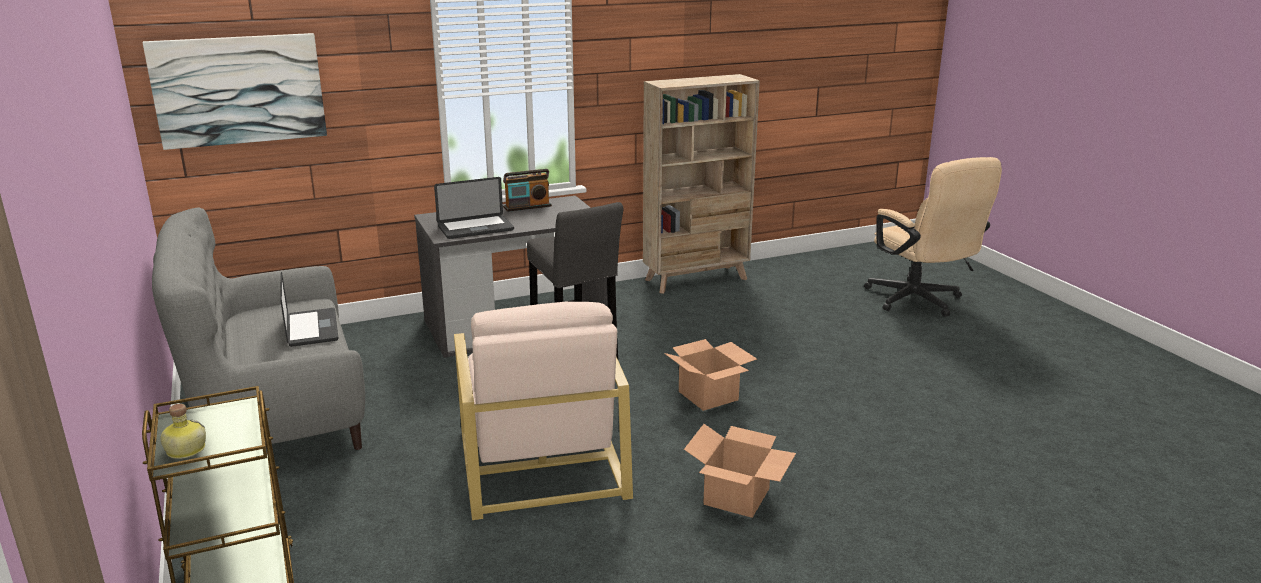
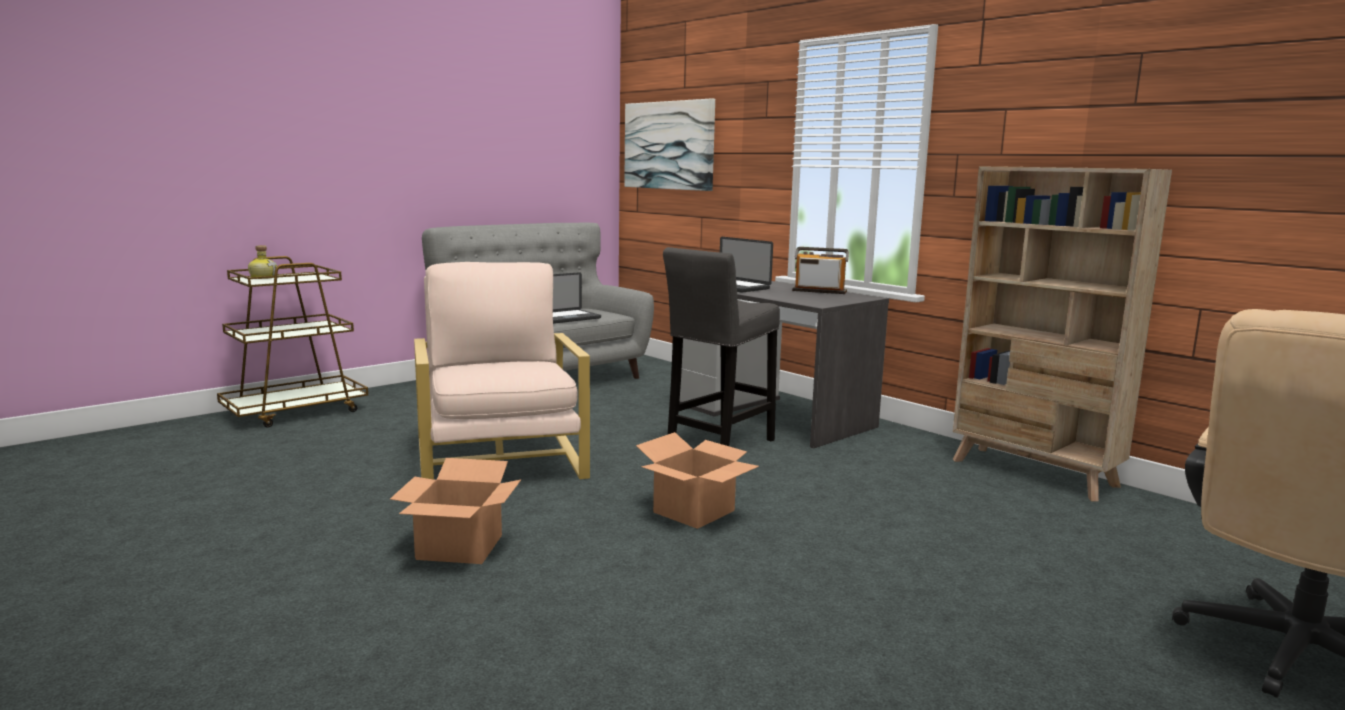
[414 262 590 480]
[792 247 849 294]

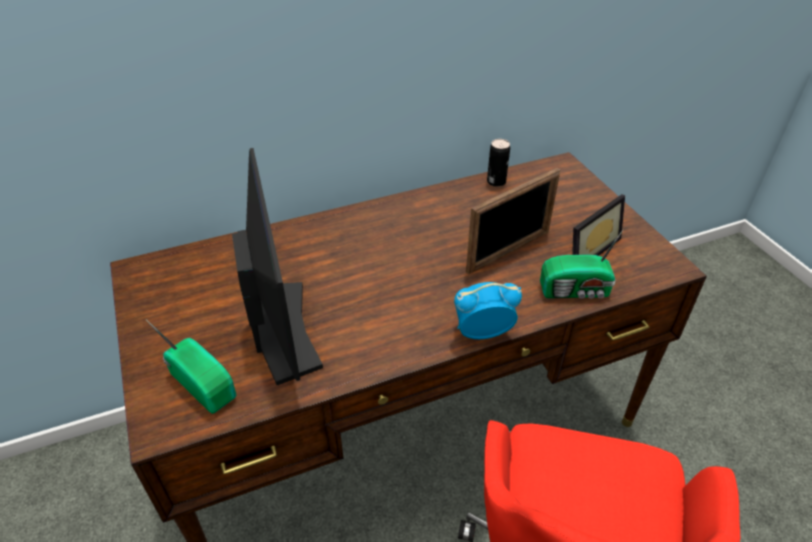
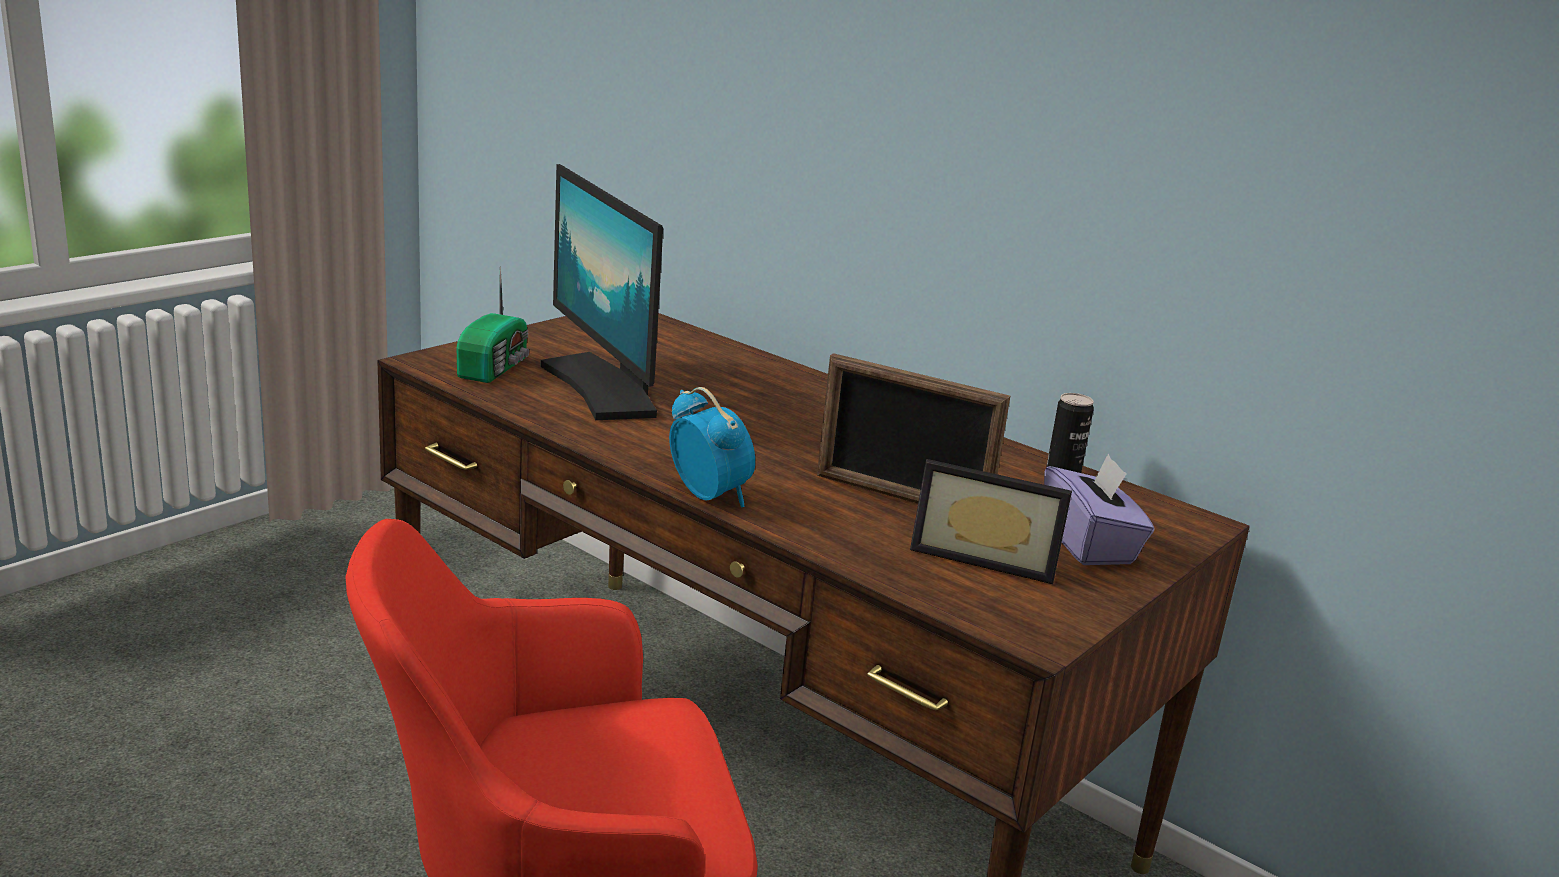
[540 164 663 420]
[540 229 624 299] (first image)
[1044 454 1154 565]

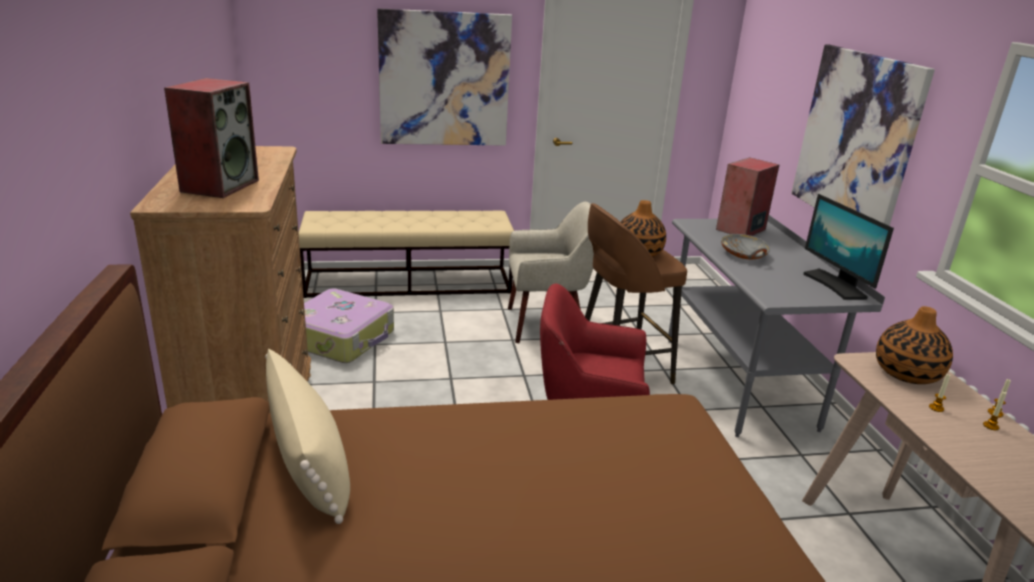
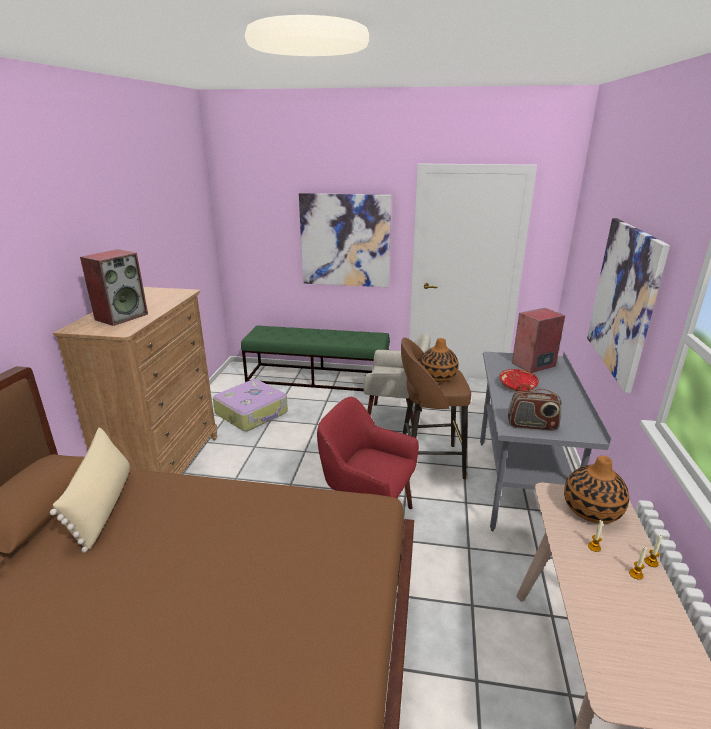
[241 326 390 391]
[499 369 539 391]
[803 194 894 300] (first image)
[508 389 562 431]

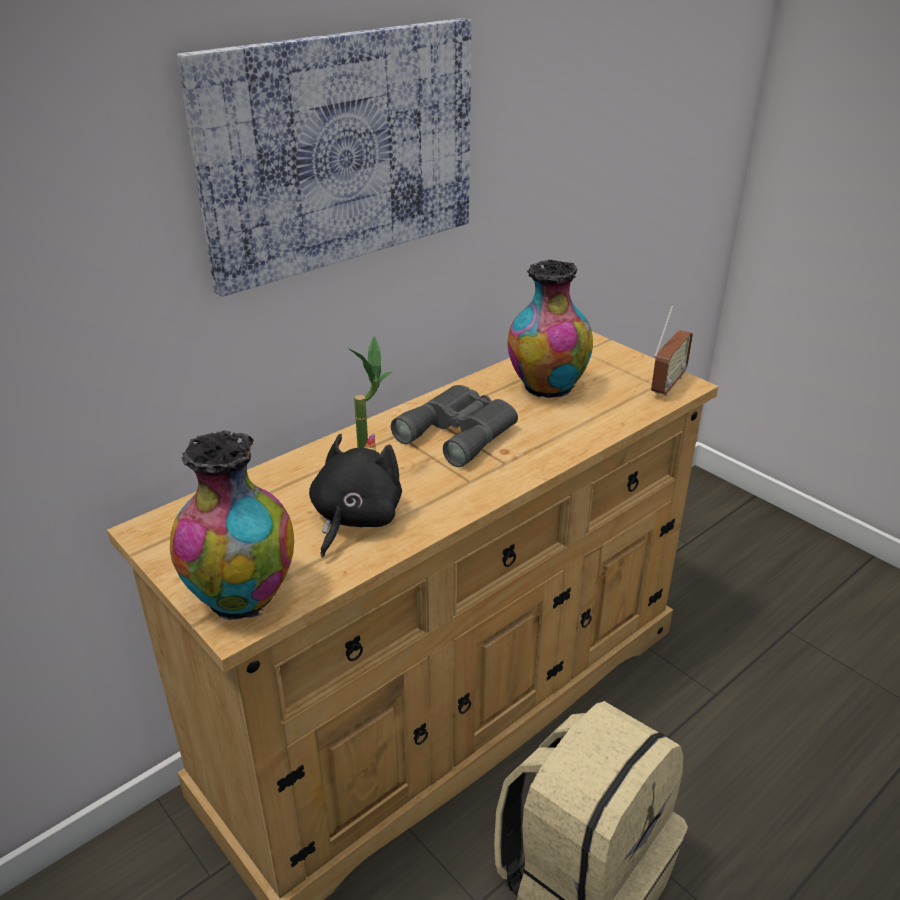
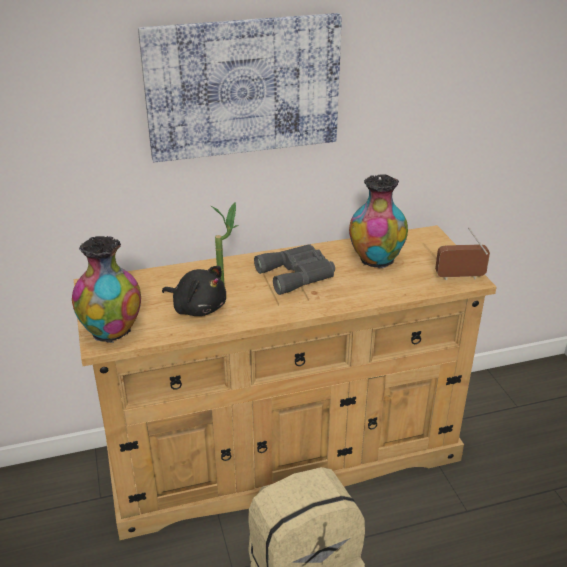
[162 266 226 316]
[435 227 490 280]

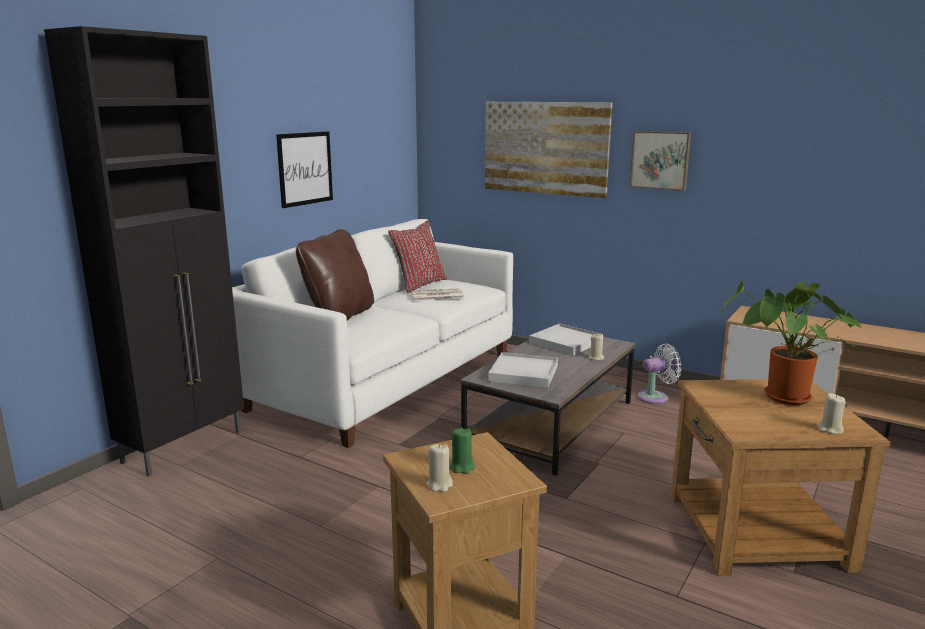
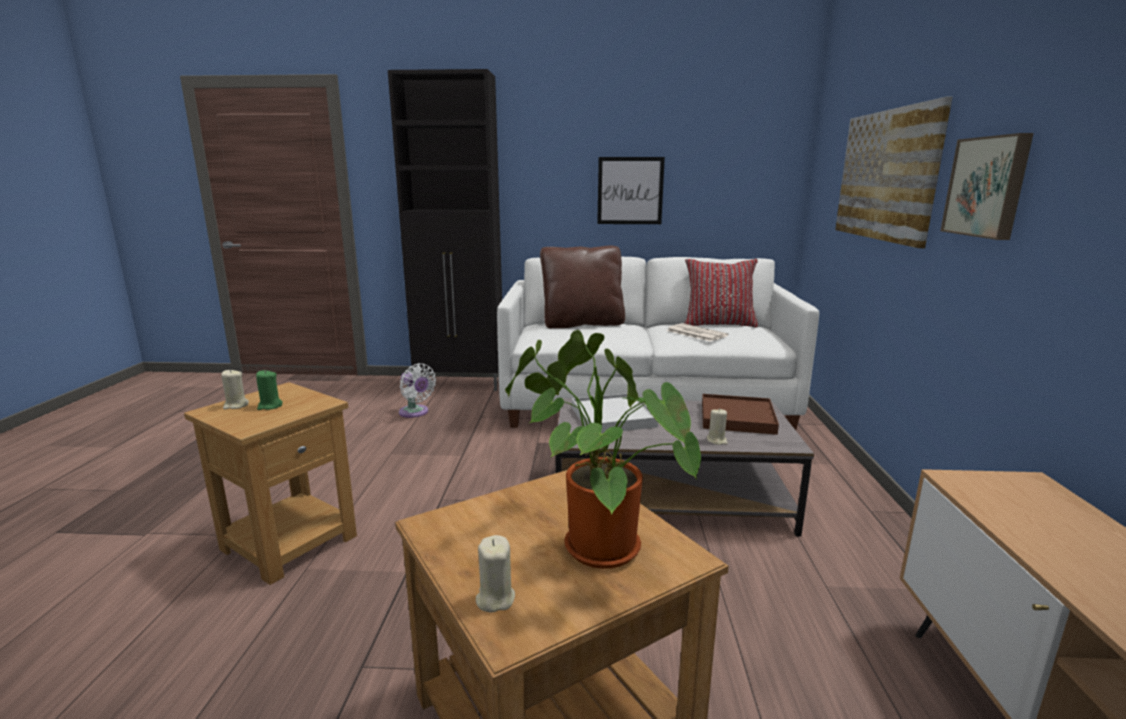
[702 394 779 435]
[399 363 436 418]

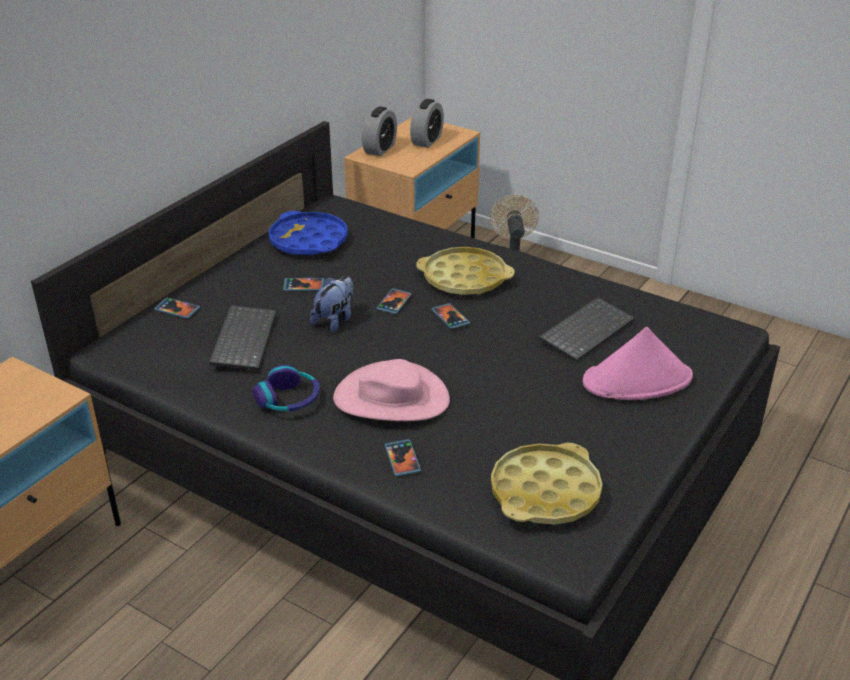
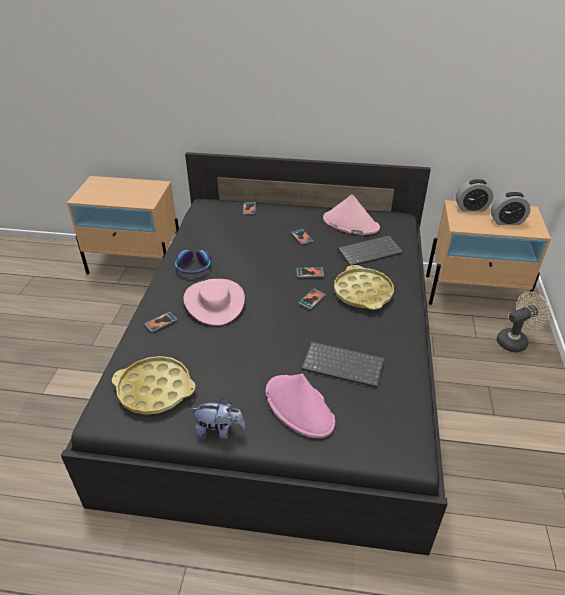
[338 235 403 266]
[323 194 380 235]
[190 399 245 439]

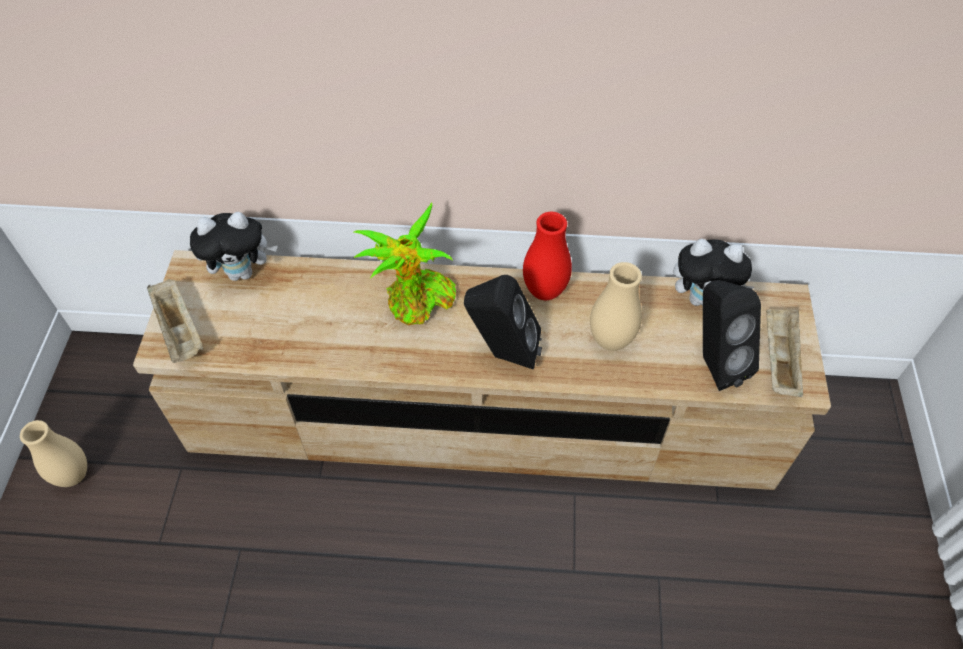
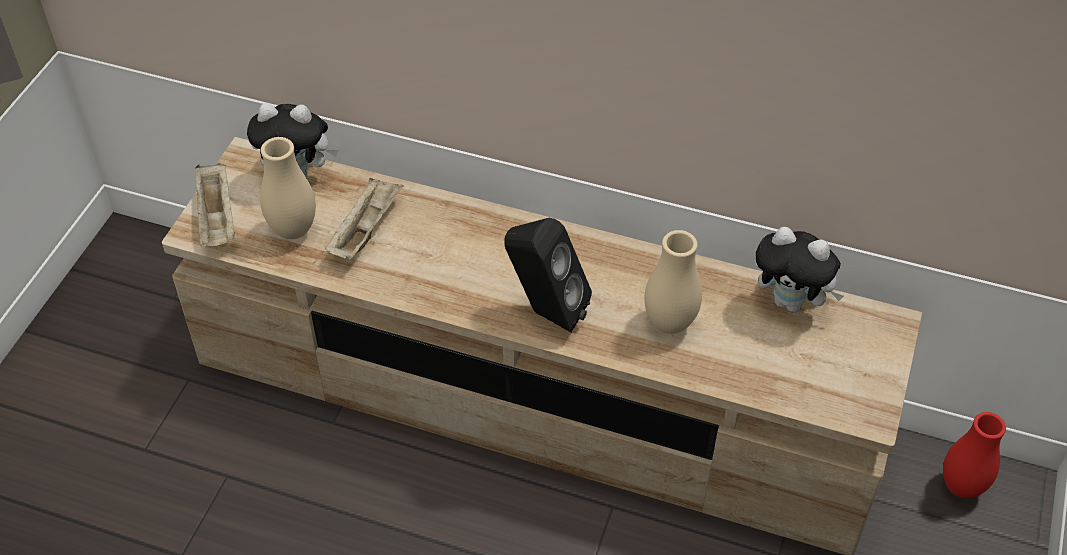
[260 137 316 239]
[353 202 456 325] (first image)
[943 412 1006 498]
[703 280 761 391] (first image)
[325 178 403 260]

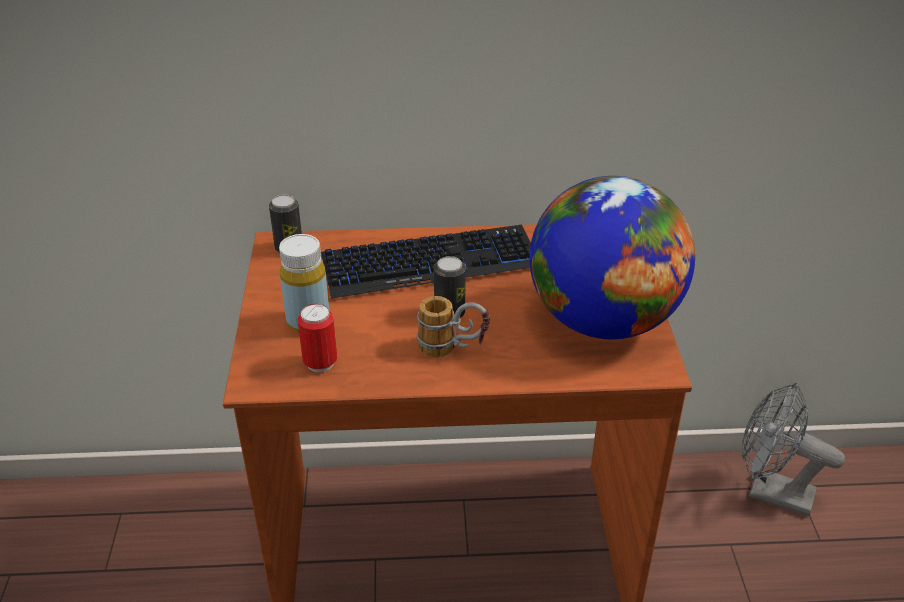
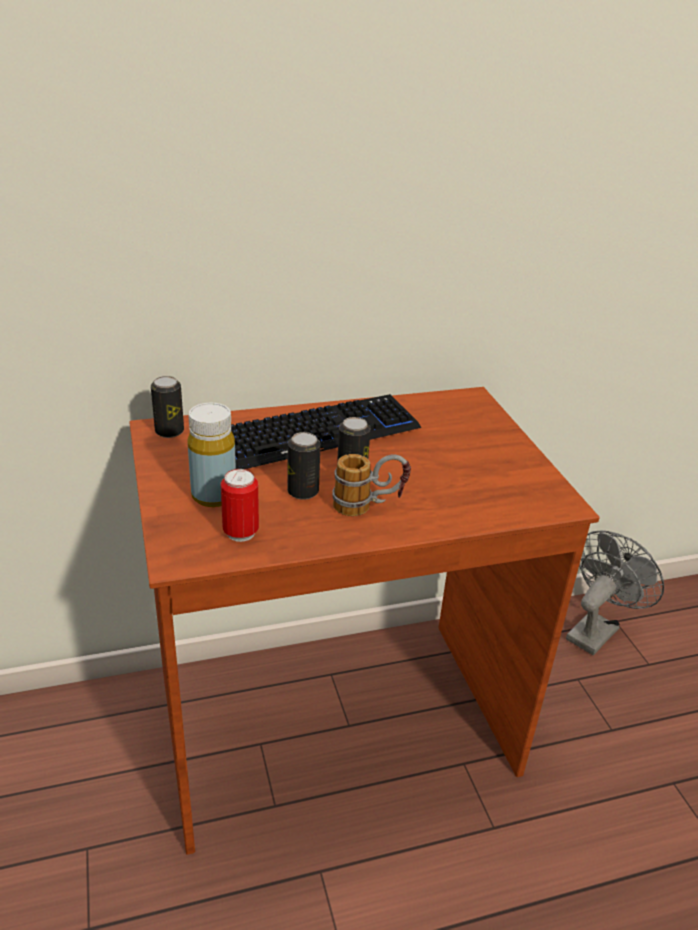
[529 176 695 339] (first image)
[566 531 664 655]
[287 432 321 500]

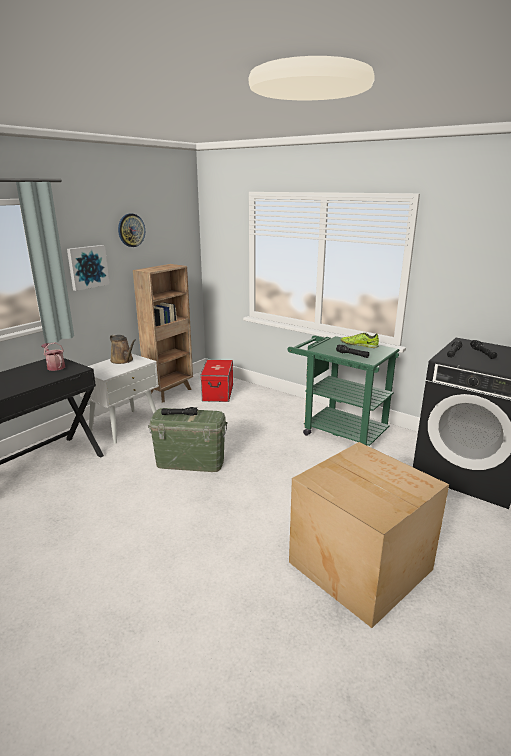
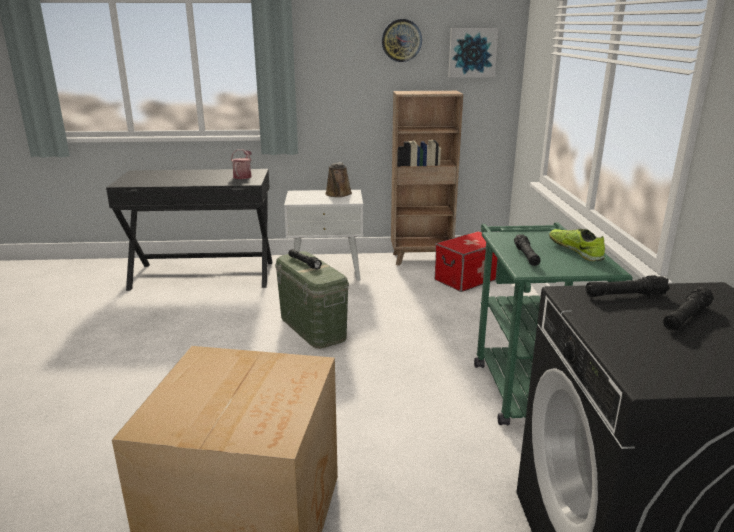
[448 28 499 78]

